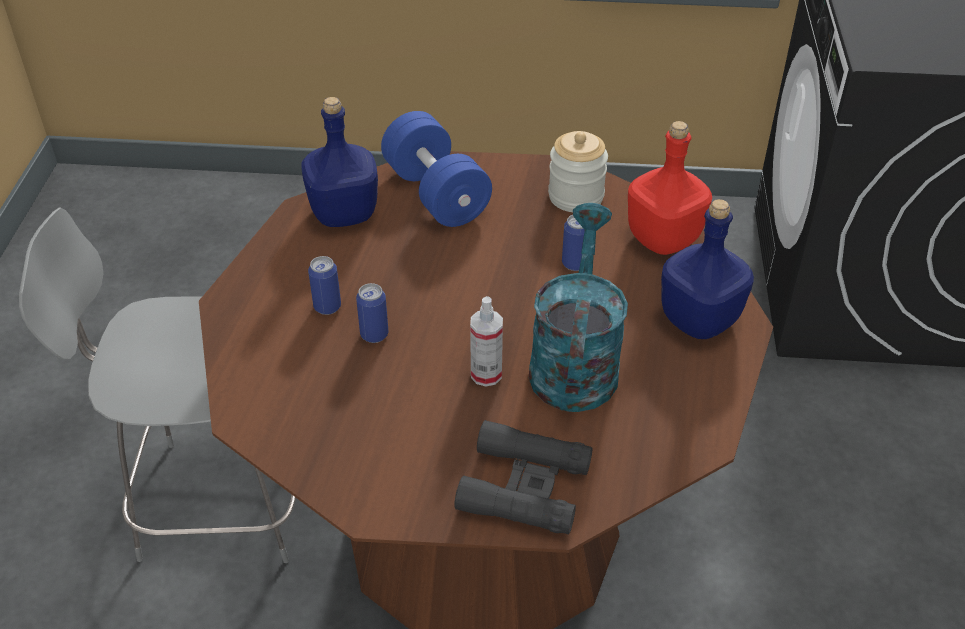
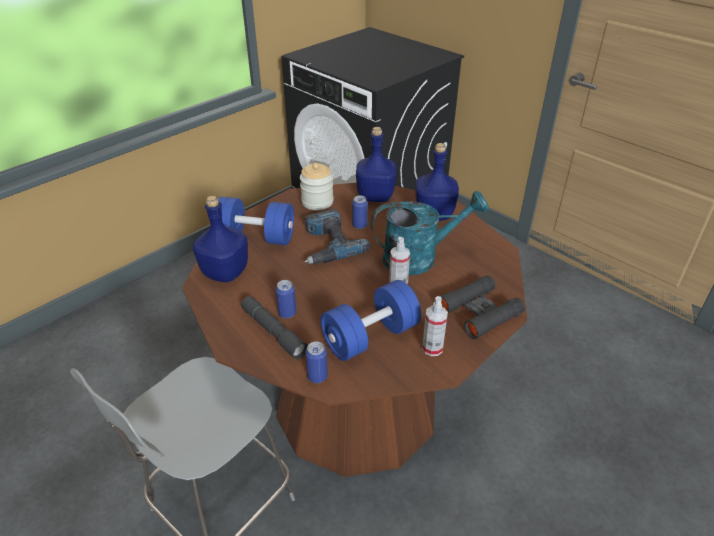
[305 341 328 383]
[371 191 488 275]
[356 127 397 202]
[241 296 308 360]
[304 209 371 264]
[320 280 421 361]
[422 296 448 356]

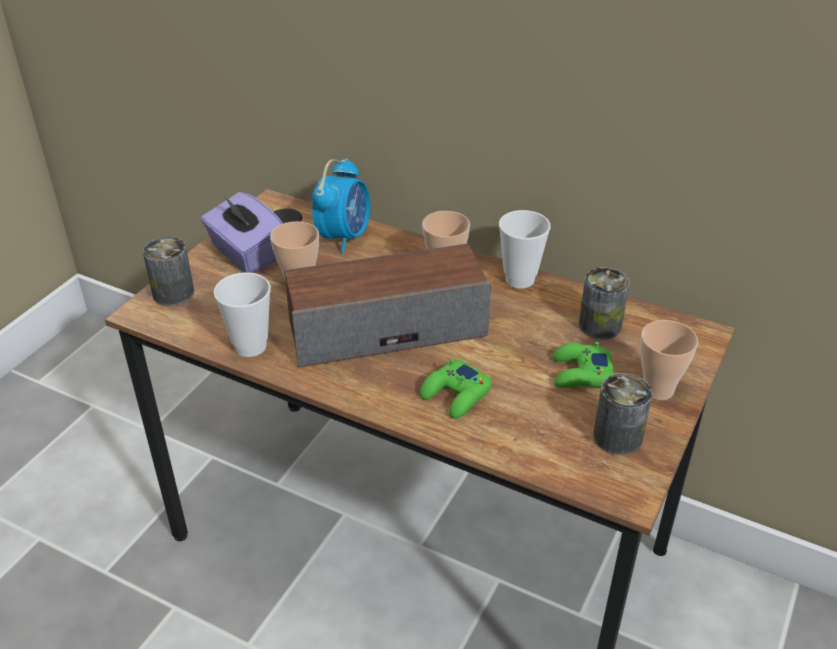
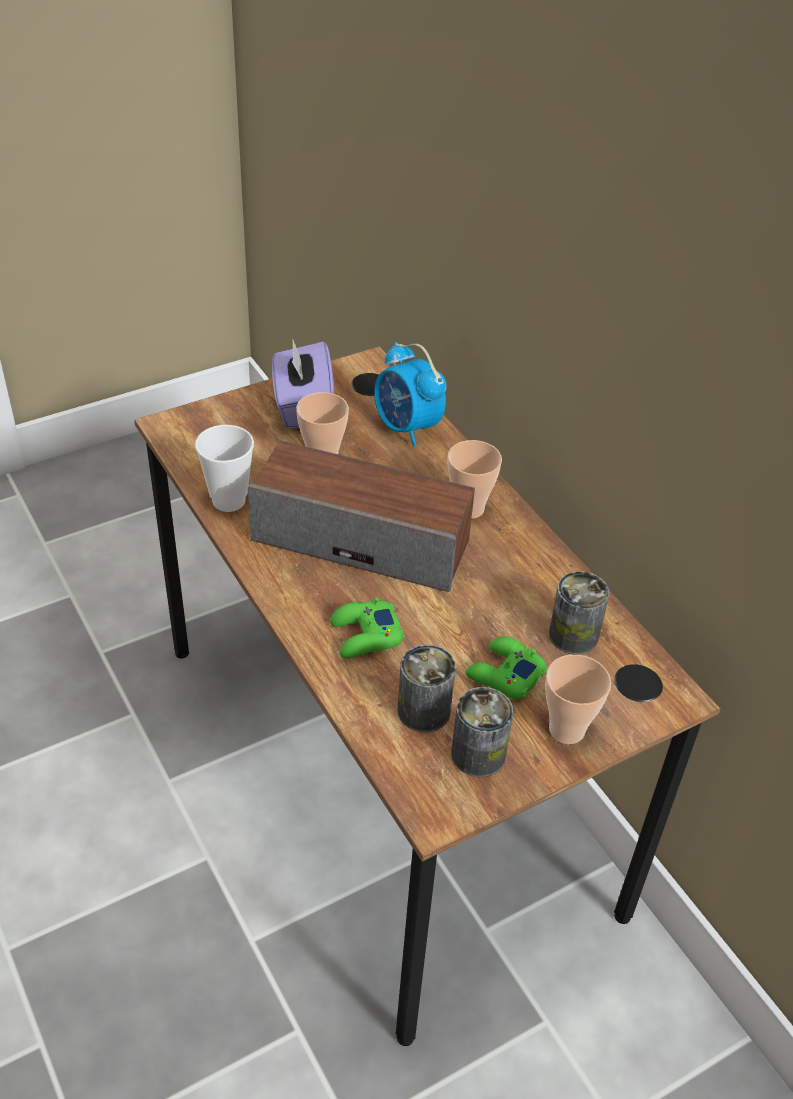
[398 645 456 733]
[374 342 447 446]
[499 210 551 288] (first image)

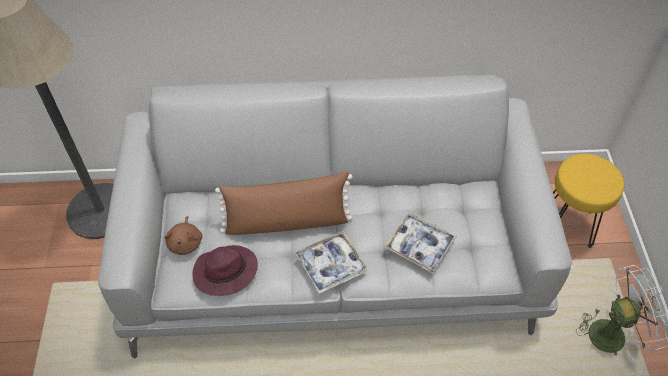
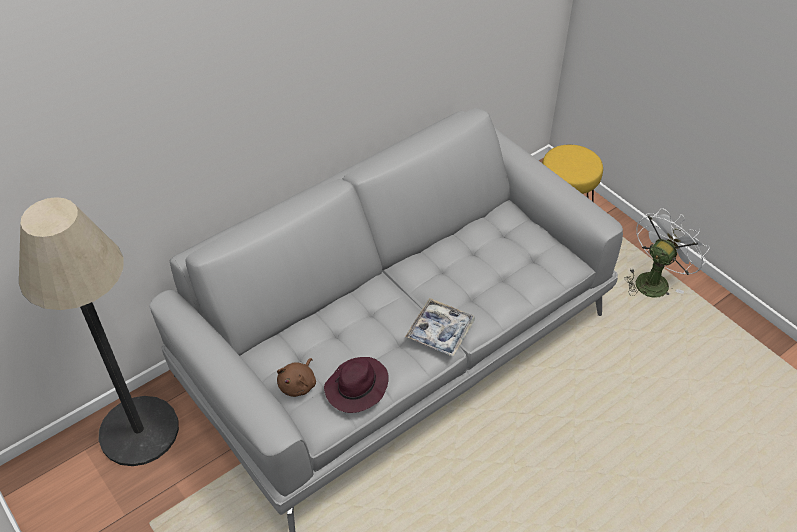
[277 358 316 397]
[215 172 352 235] (first image)
[384 213 457 274] (first image)

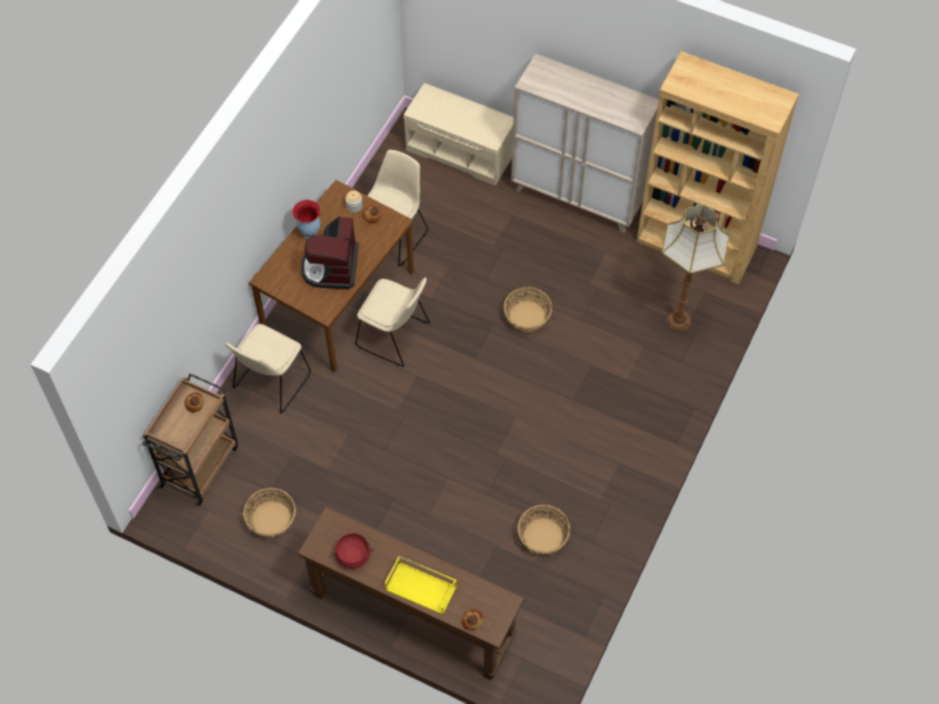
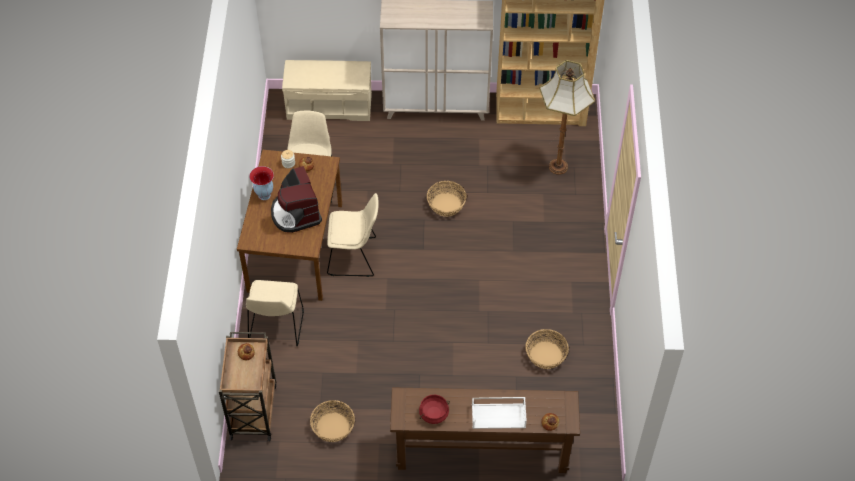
[472 397 527 429]

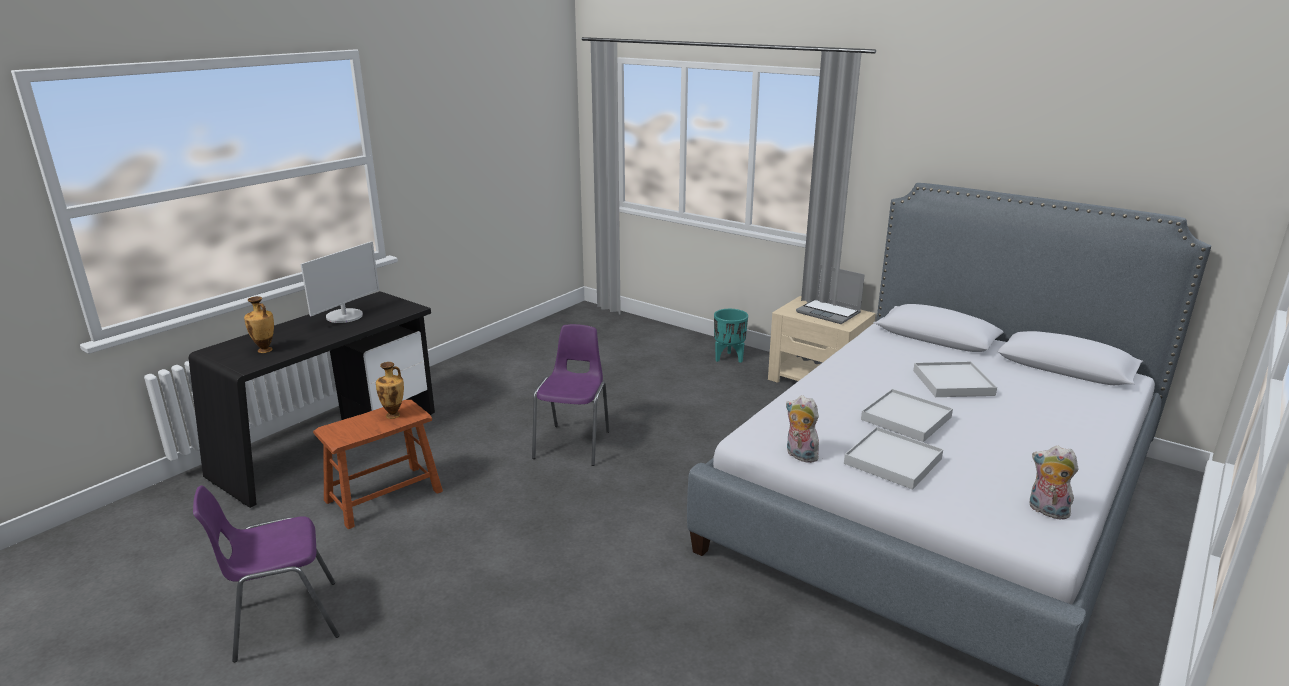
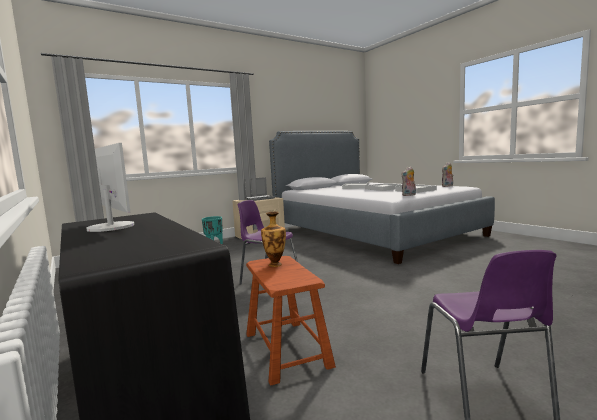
[244 296 274 353] (first image)

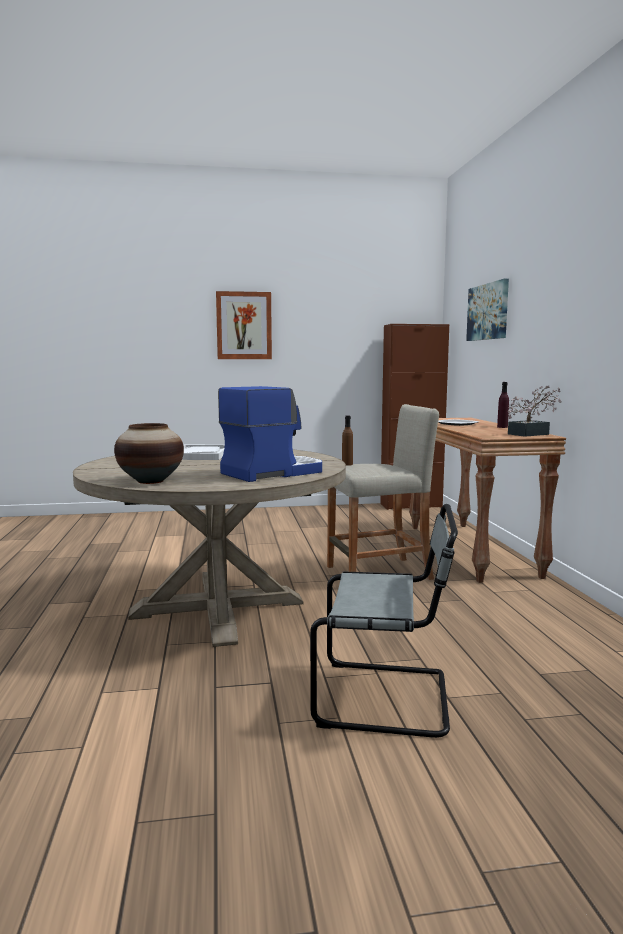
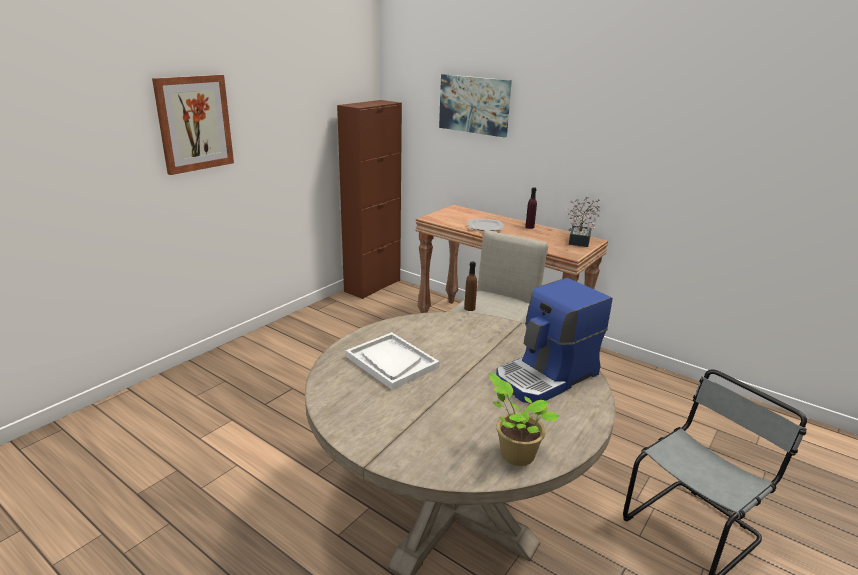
[489 373 560 466]
[496 278 612 404]

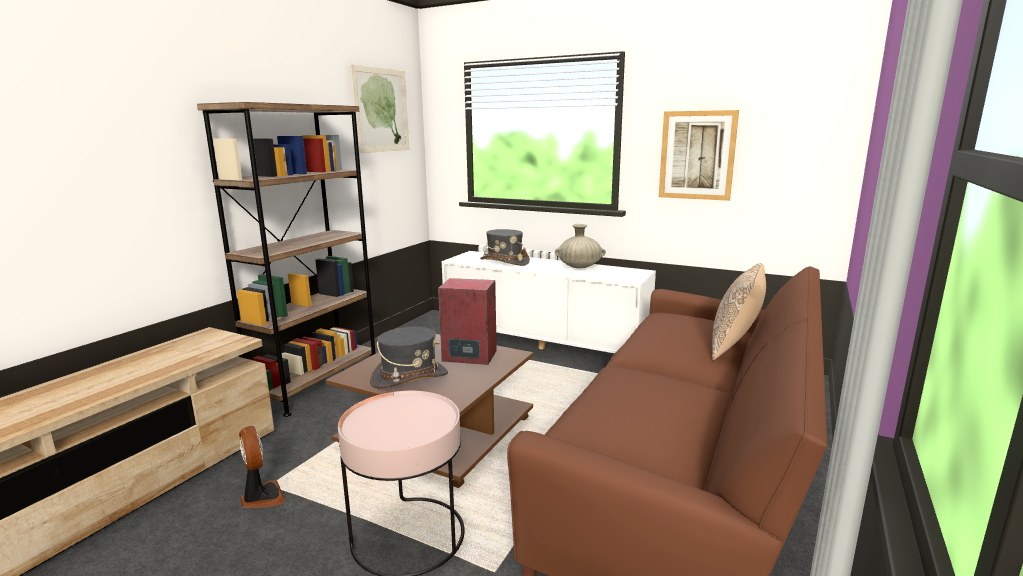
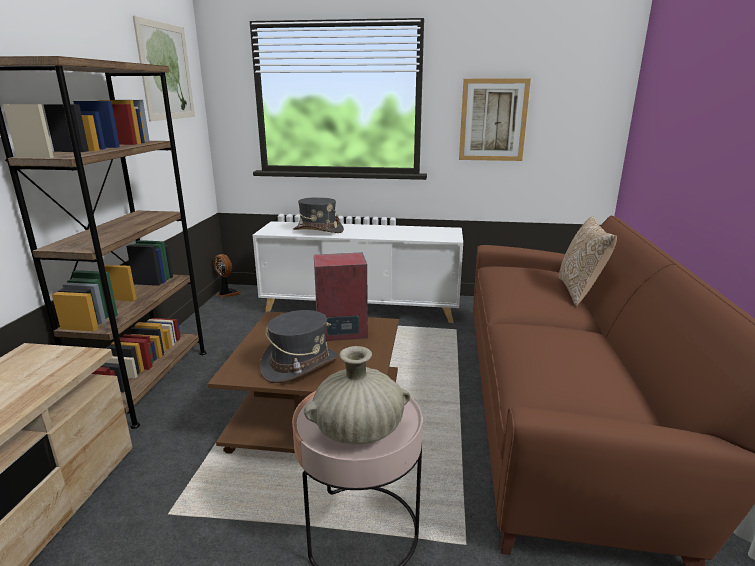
[213 254 241 297]
[304 346 410 444]

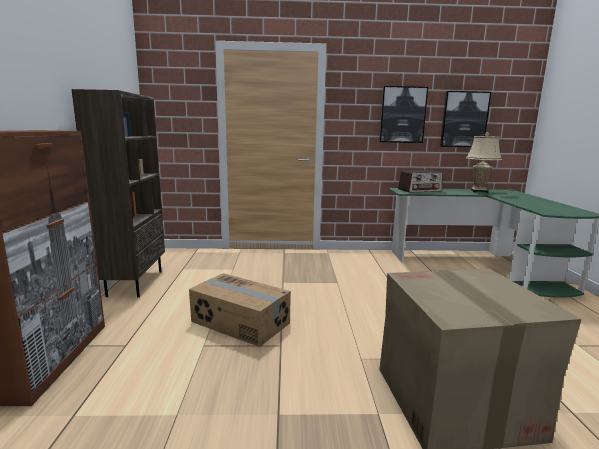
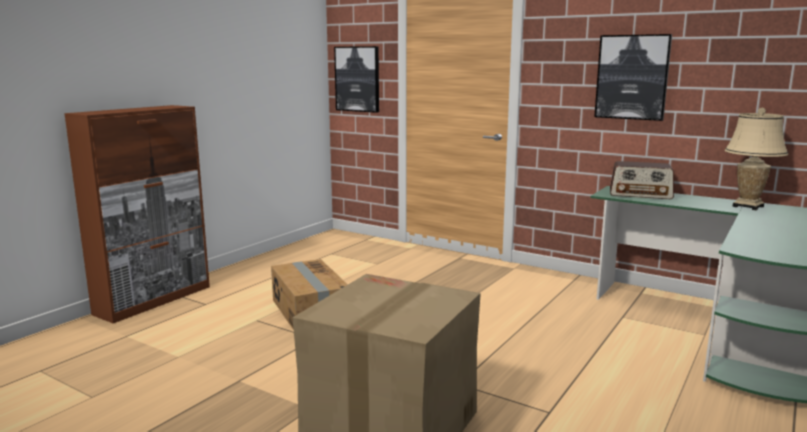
[71 89 165 297] (first image)
[334 46 379 113]

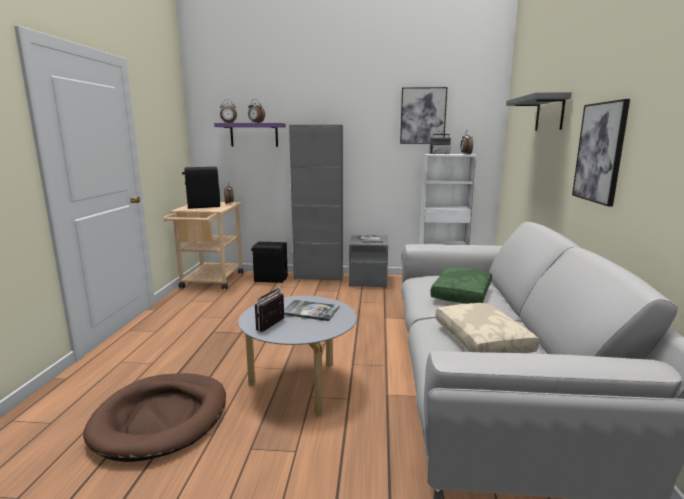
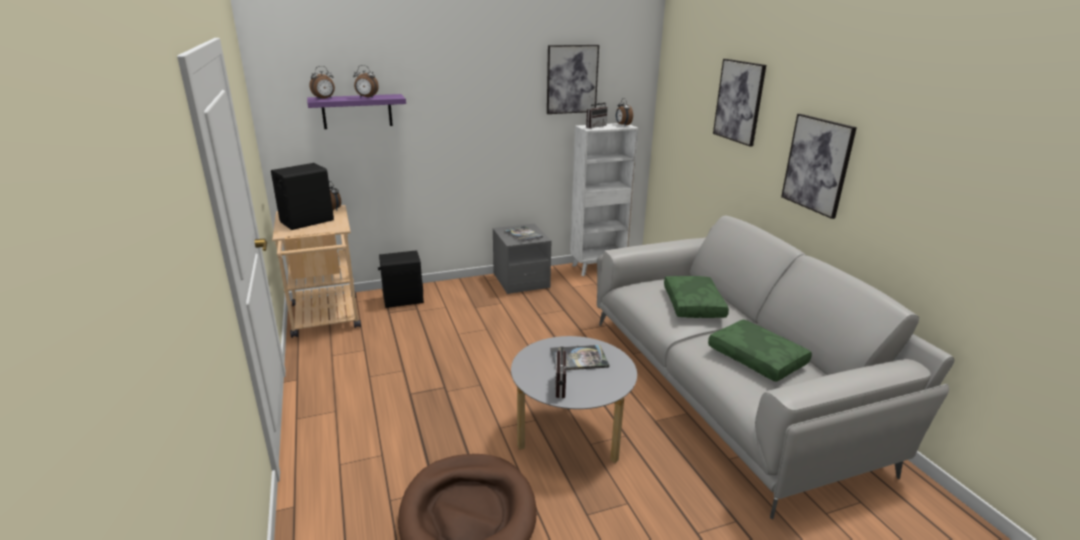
[289 125 343 281] (first image)
[708 319 812 382]
[713 59 766 147]

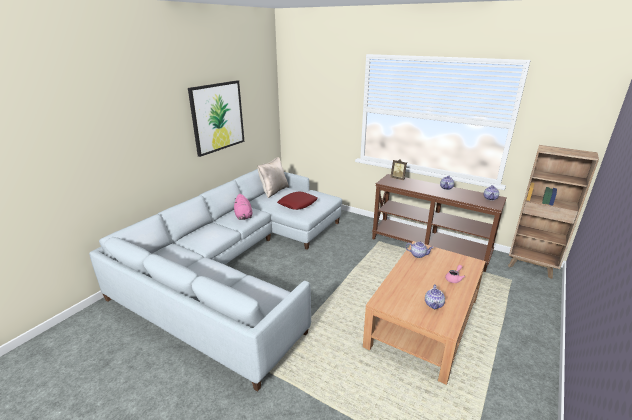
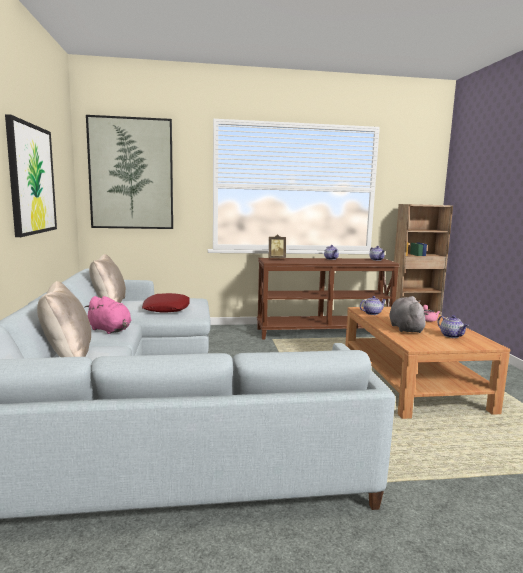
[37 281 91 357]
[86 115 173 229]
[389 296 429 333]

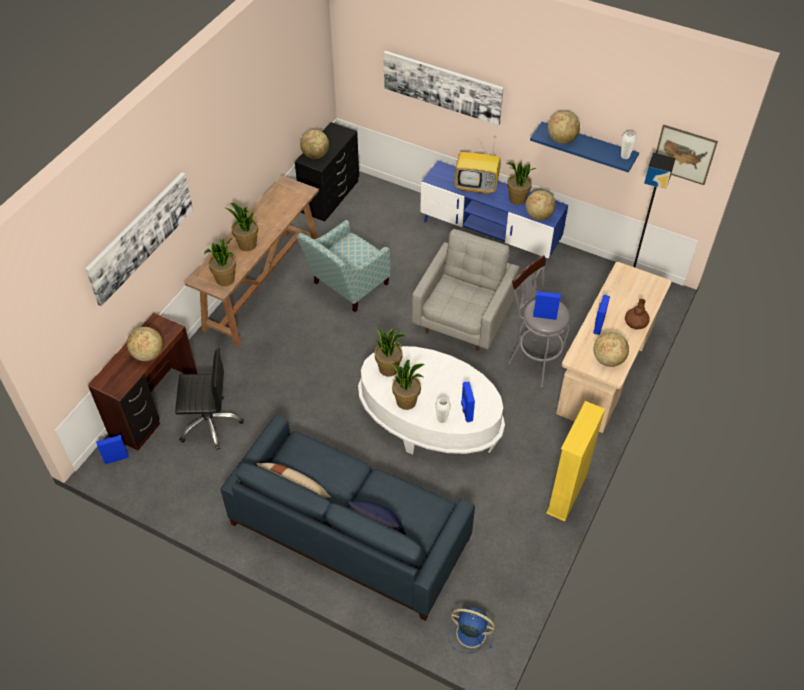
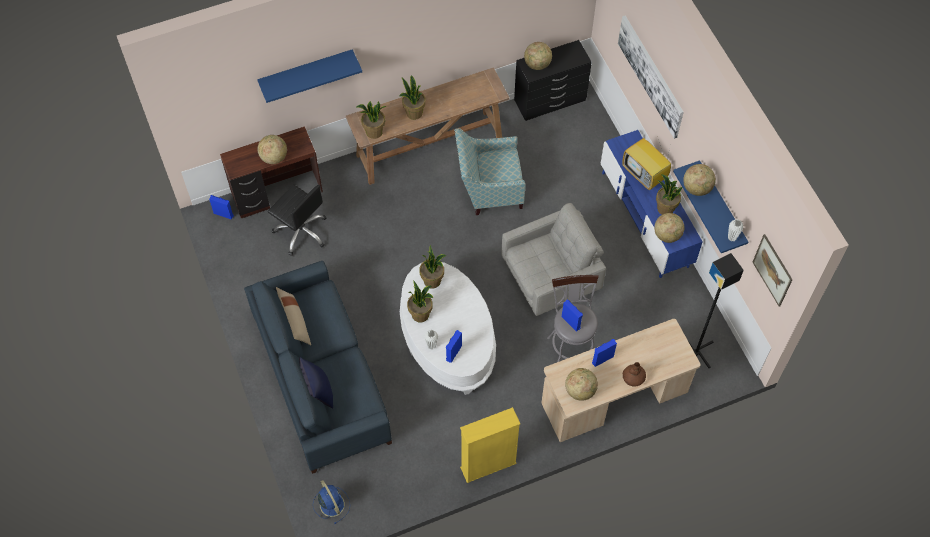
[257 49 362 103]

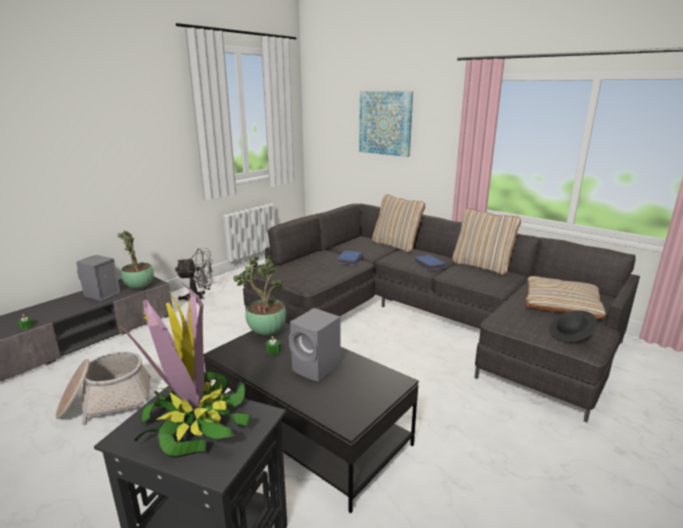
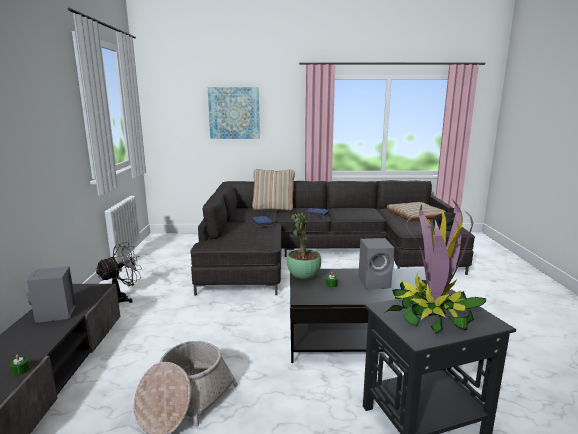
[118 231 154 289] (first image)
[452 208 521 275] (first image)

